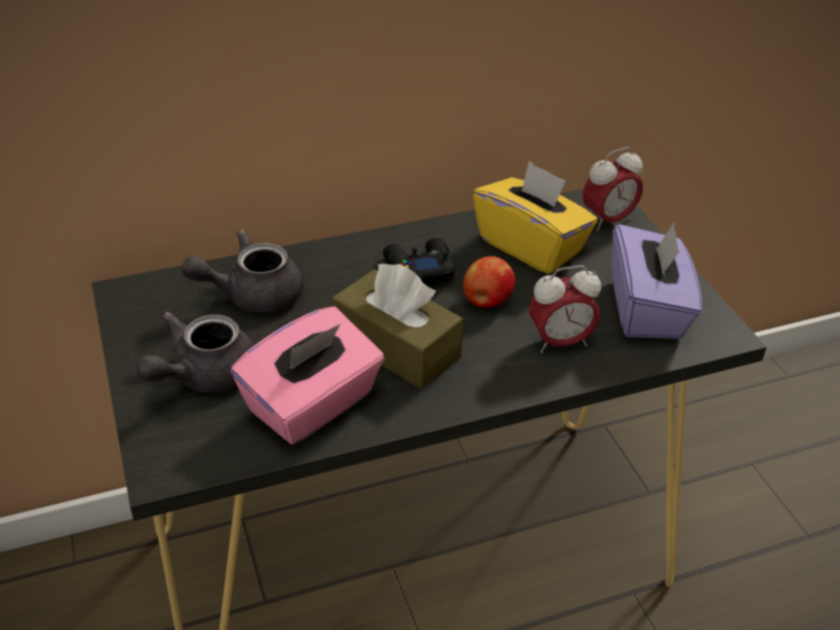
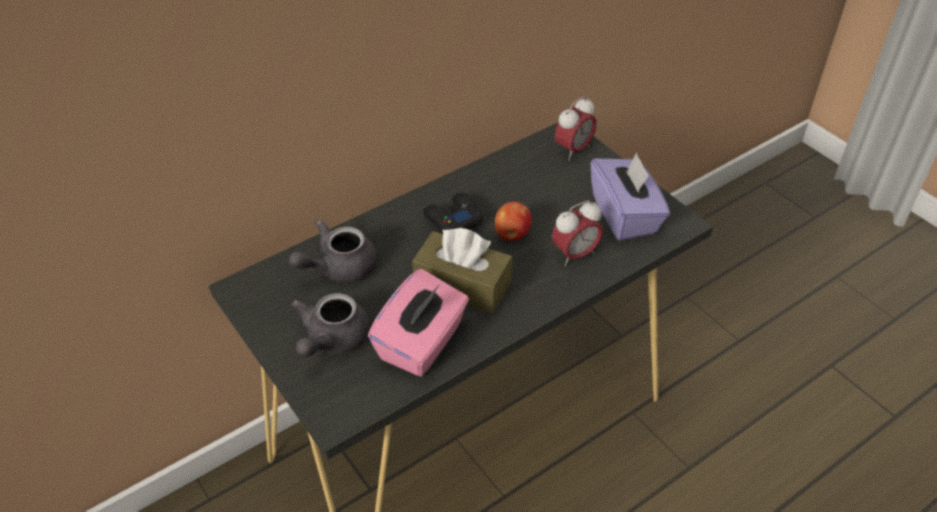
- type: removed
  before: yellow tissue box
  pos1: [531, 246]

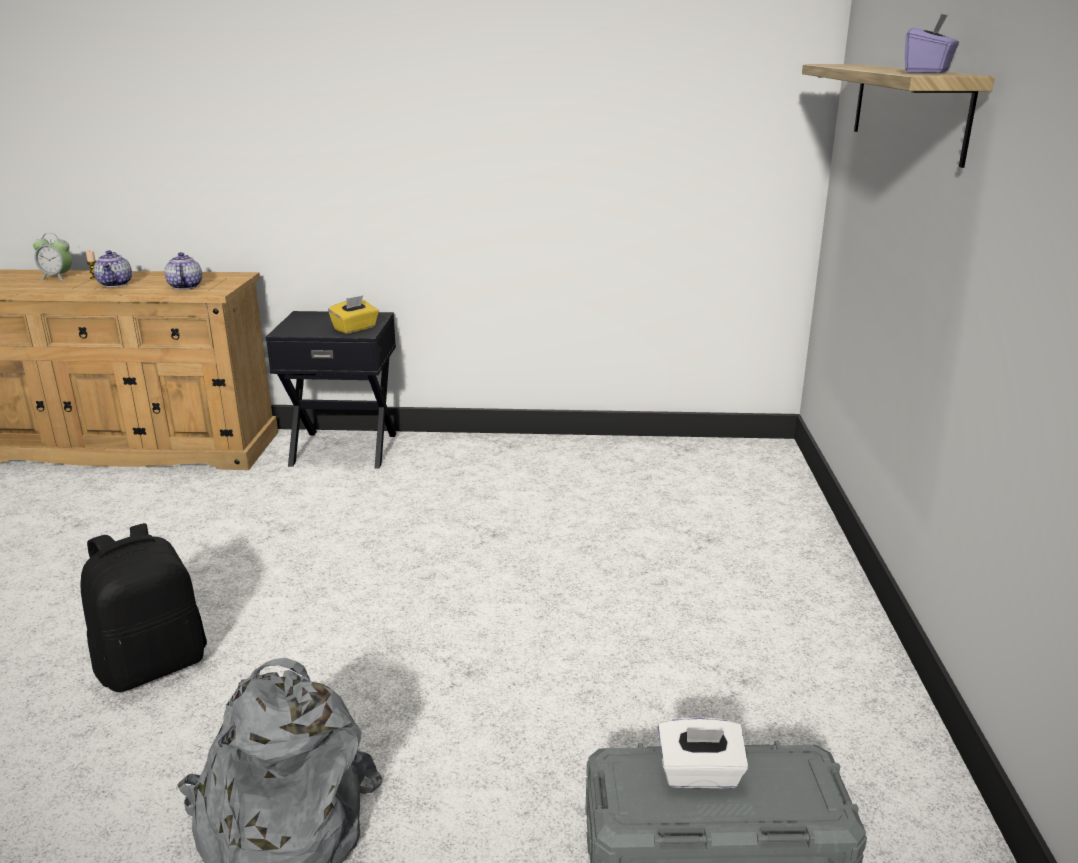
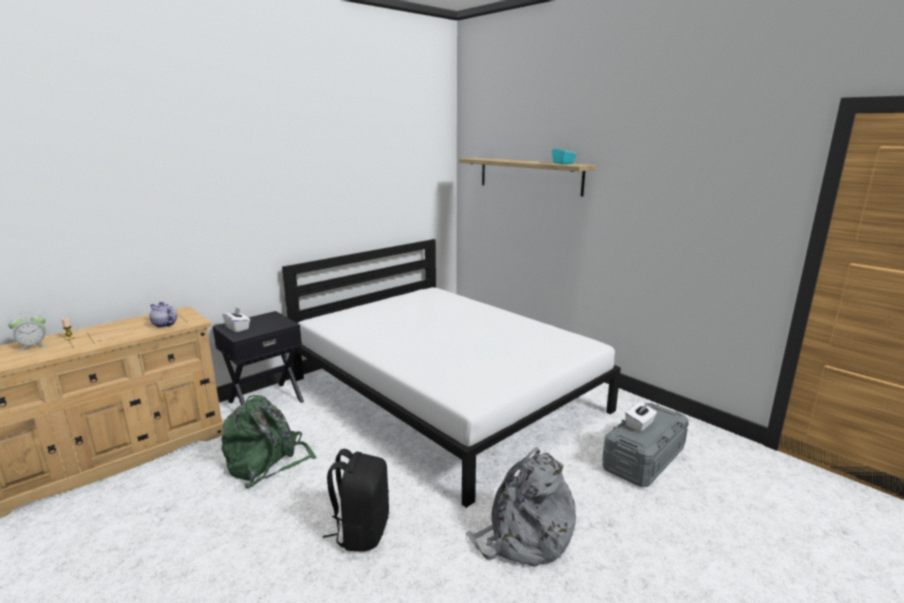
- type: added
  after: green backpack
  pos2: [267, 463]
- type: added
  after: white tissue box
  pos2: [238, 328]
- type: added
  after: white bed
  pos2: [445, 394]
- type: recoloured
  before: purple tissue box
  after: turquoise tissue box
  pos1: [927, 72]
  pos2: [563, 163]
- type: removed
  before: teapot
  pos1: [116, 284]
- type: removed
  before: yellow tissue box
  pos1: [355, 328]

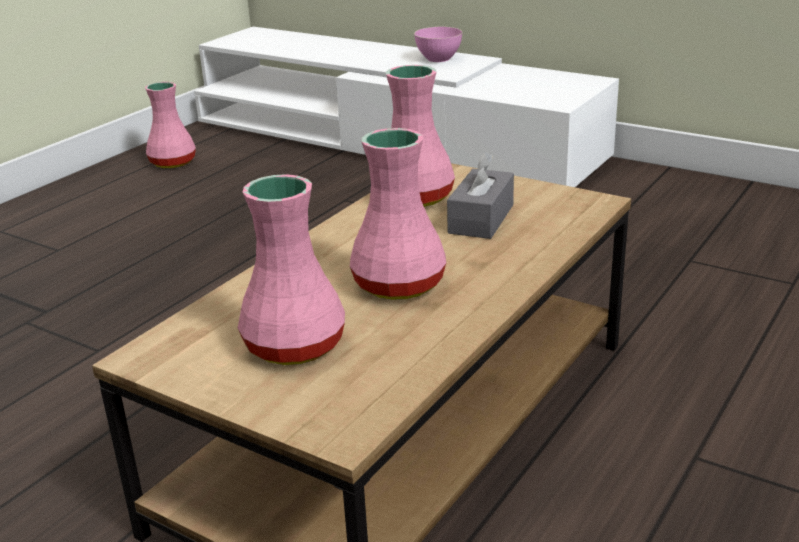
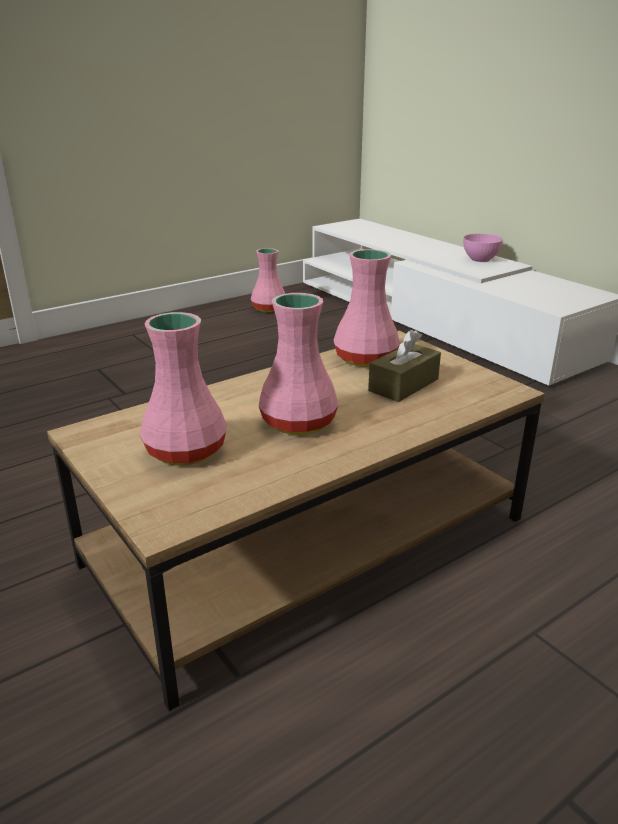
- type: recoloured
  before: grey tissue box
  after: brown tissue box
  pos1: [481, 219]
  pos2: [403, 385]

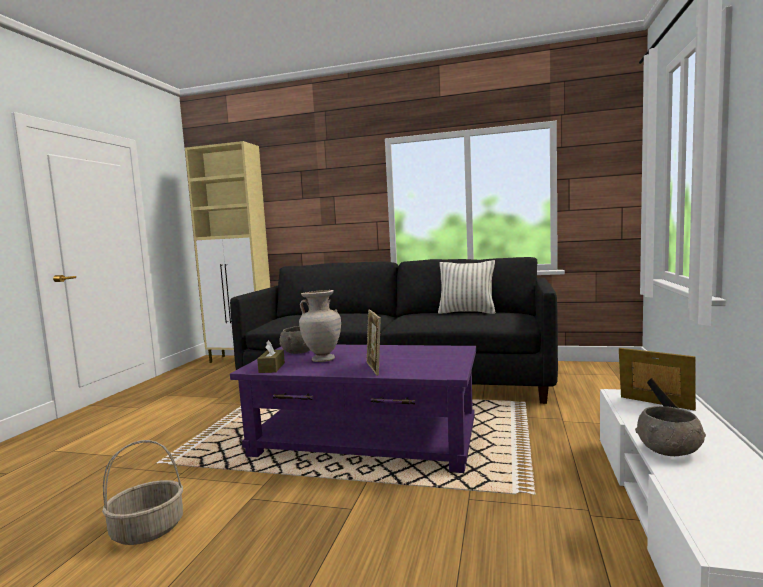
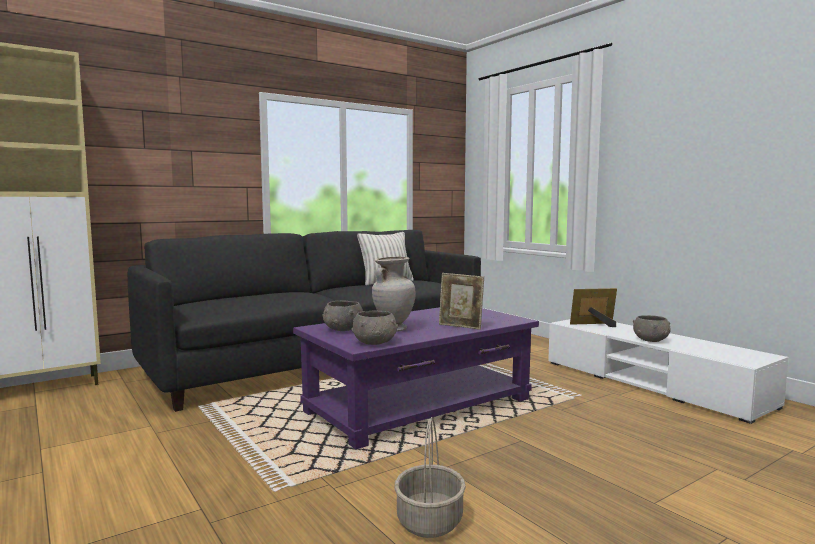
- type: replaced
  before: brown tissue box
  after: grey bowl
  pos1: [272, 368]
  pos2: [375, 342]

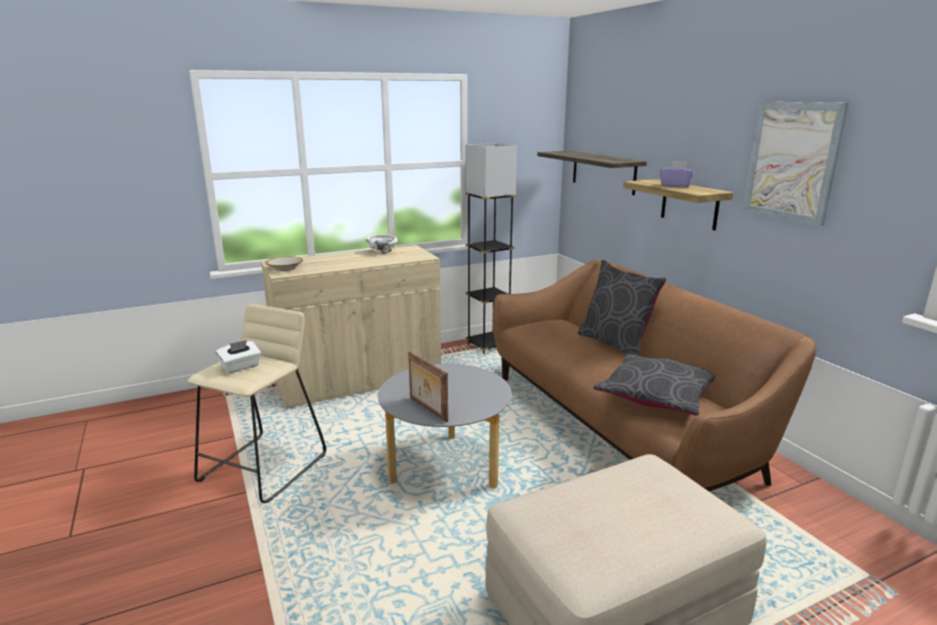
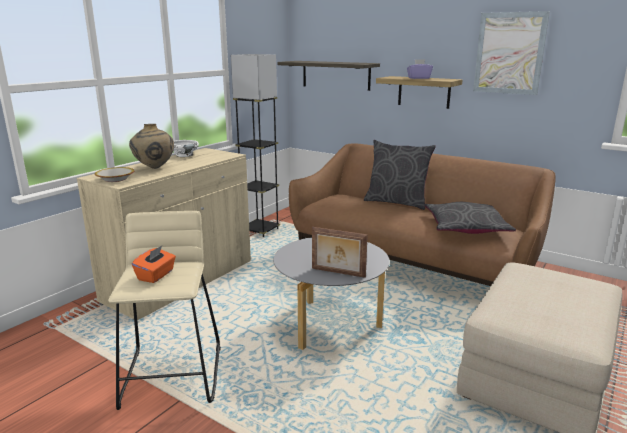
- type: added
  after: beige vase
  pos2: [154, 168]
- type: recoloured
  before: white tissue box
  after: orange tissue box
  pos1: [240, 367]
  pos2: [156, 275]

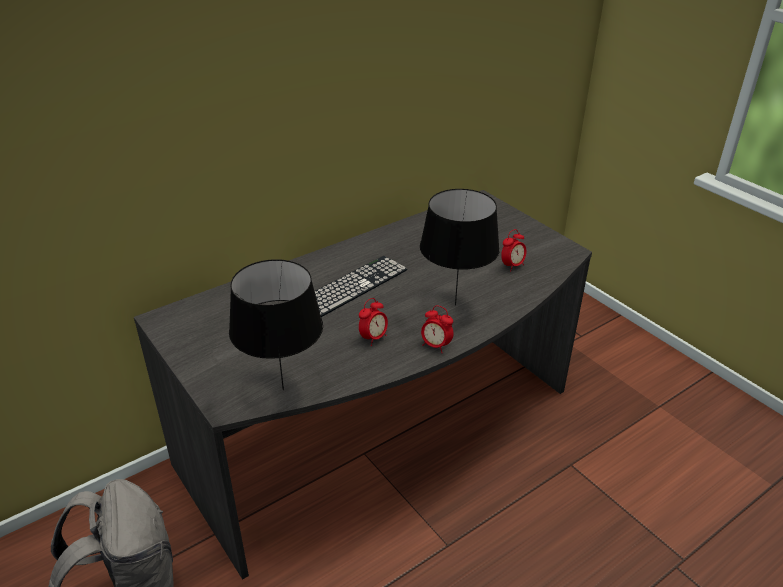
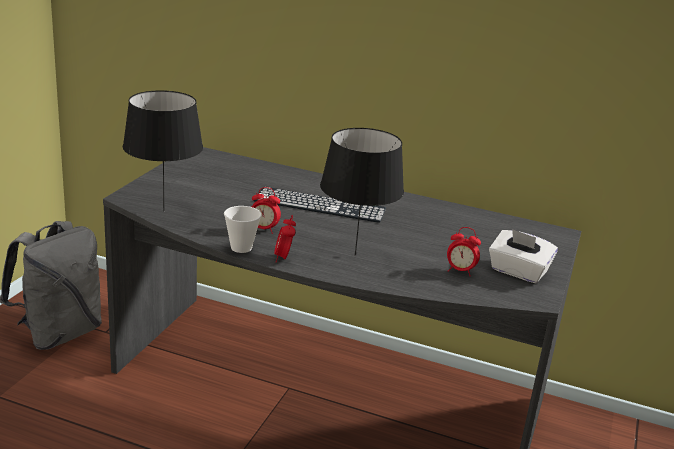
- type: added
  after: cup
  pos2: [241, 247]
- type: added
  after: white tissue box
  pos2: [518, 272]

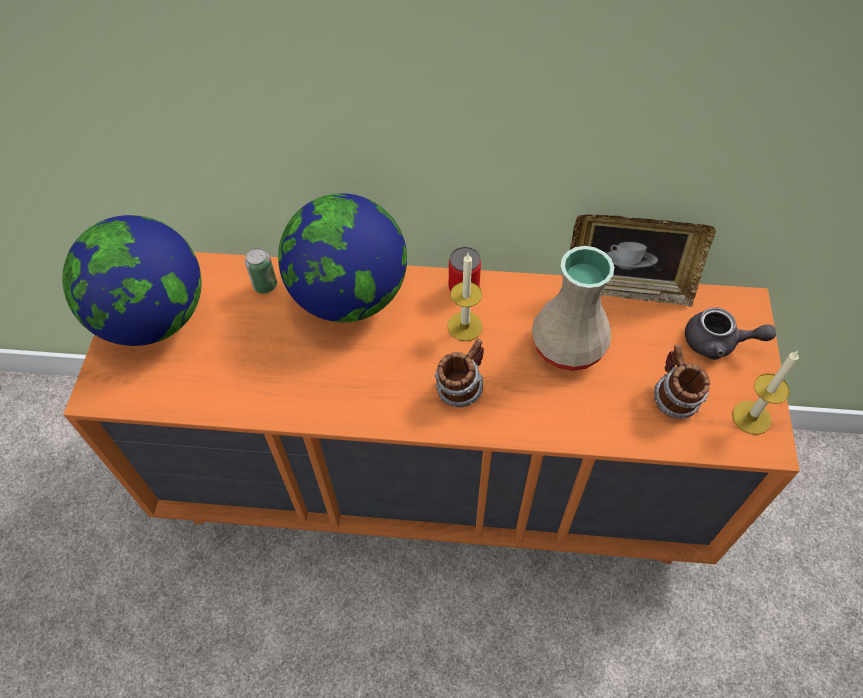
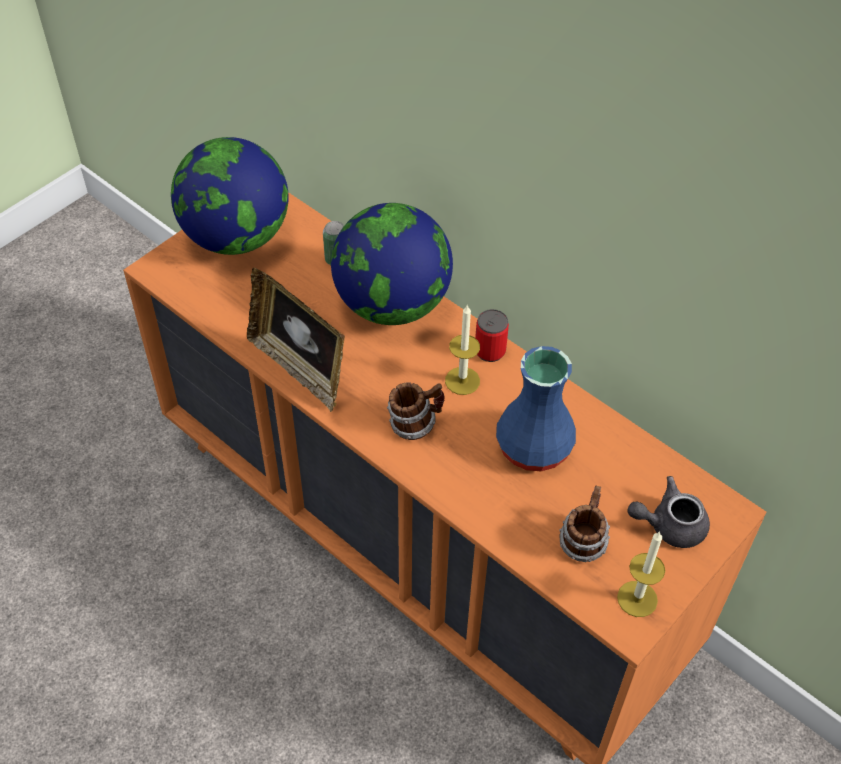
- type: moved
  before: picture frame
  pos1: [626, 289]
  pos2: [299, 368]
- type: recoloured
  before: beige vase
  after: blue vase
  pos1: [568, 347]
  pos2: [532, 447]
- type: turned
  before: grey teapot
  pos1: [718, 343]
  pos2: [669, 525]
  turn: 120

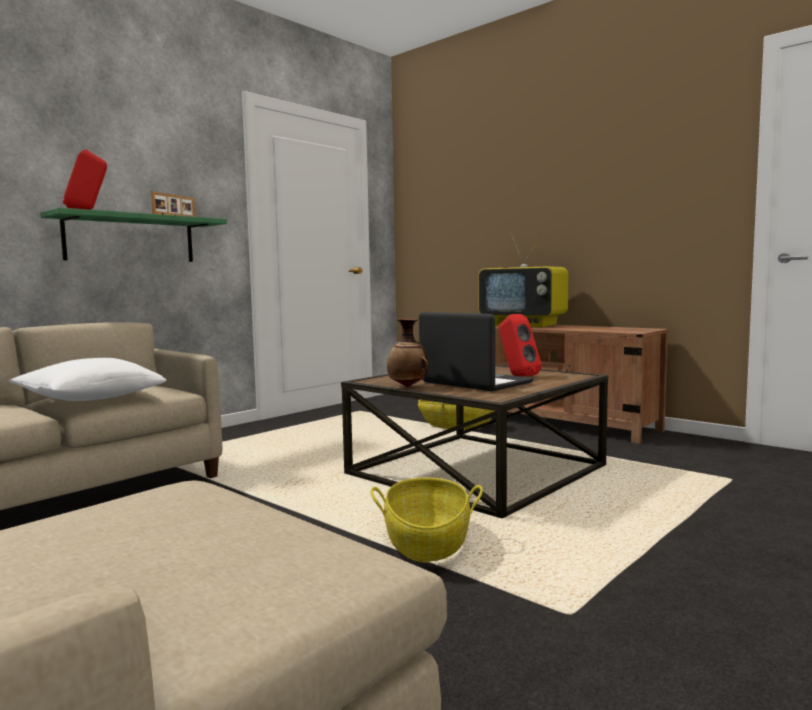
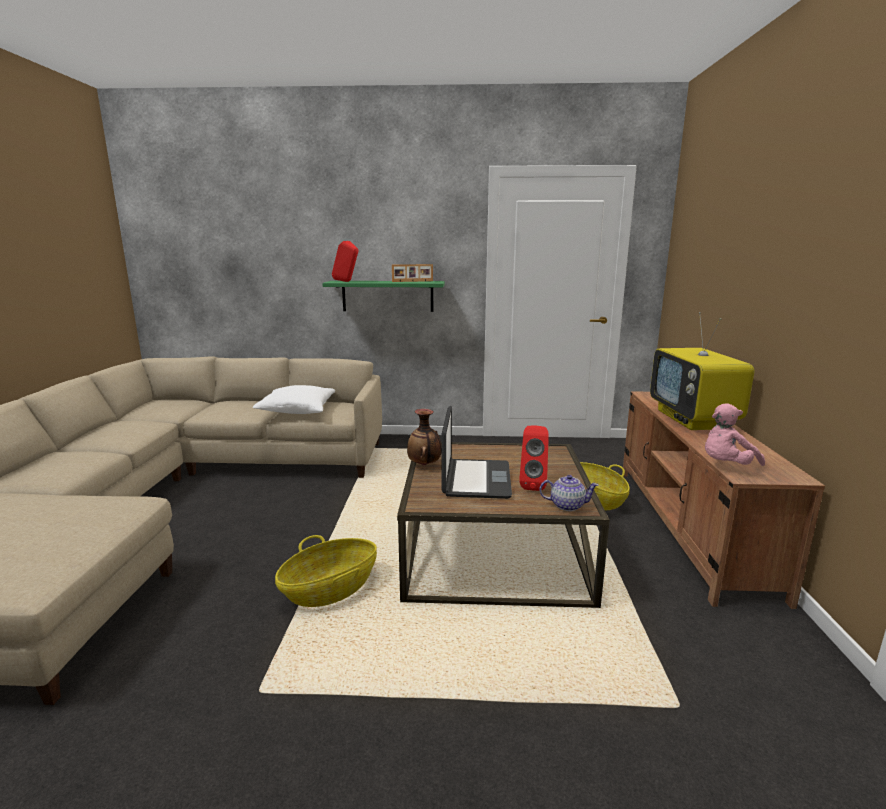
- type: added
  after: teapot
  pos2: [566, 505]
- type: added
  after: pink plush toy
  pos2: [726, 465]

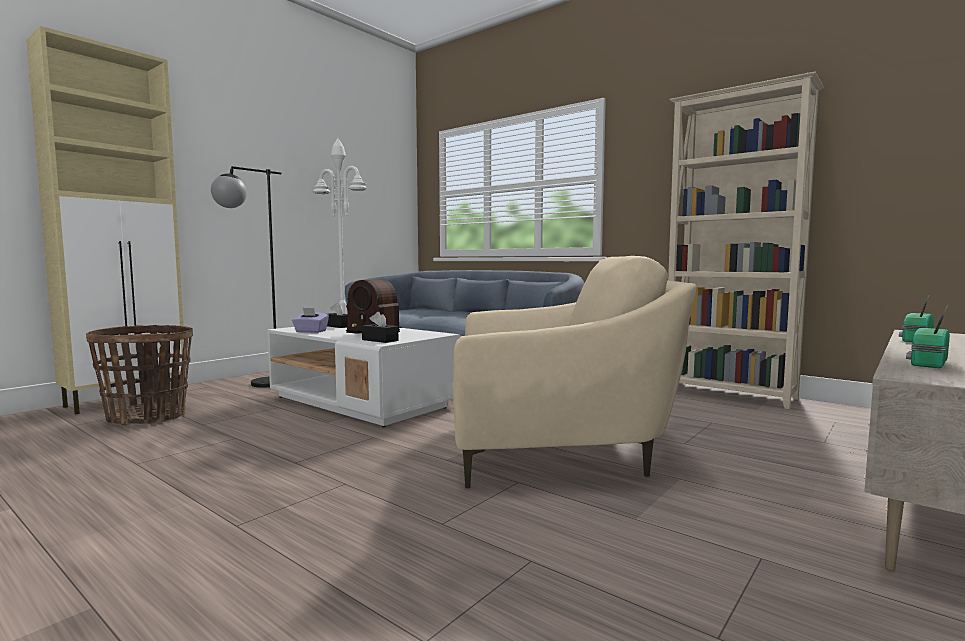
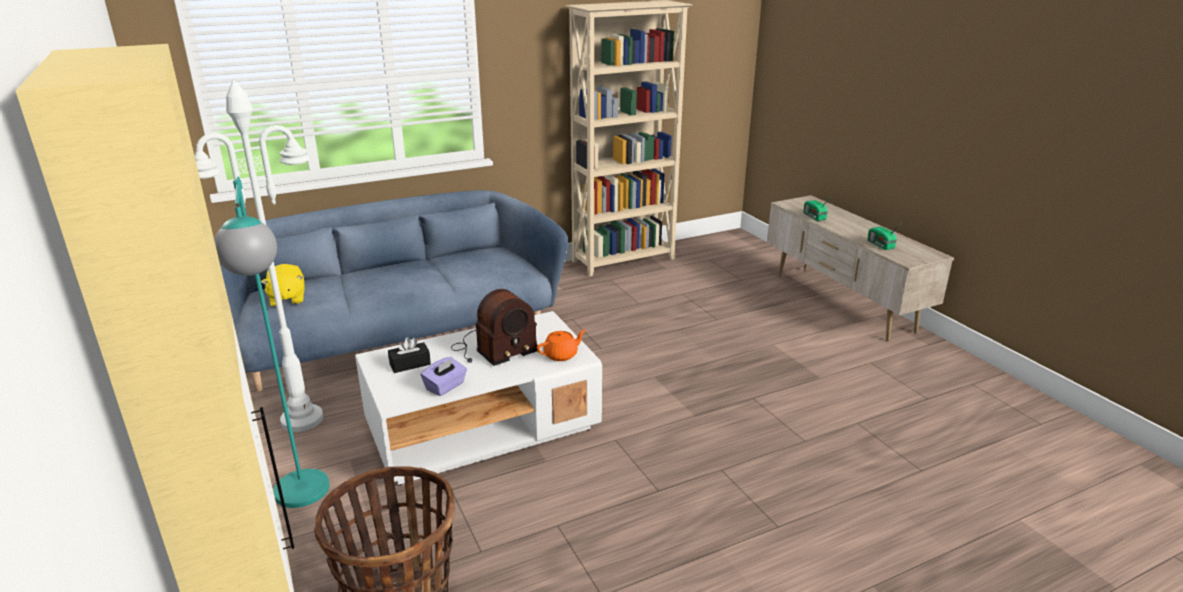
- type: recoloured
  before: black floor lamp
  after: turquoise floor lamp
  pos1: [257, 385]
  pos2: [303, 502]
- type: added
  after: yellow plush toy
  pos2: [287, 299]
- type: replaced
  before: black tissue box
  after: orange teapot
  pos1: [380, 340]
  pos2: [561, 355]
- type: removed
  before: beige armchair
  pos1: [558, 449]

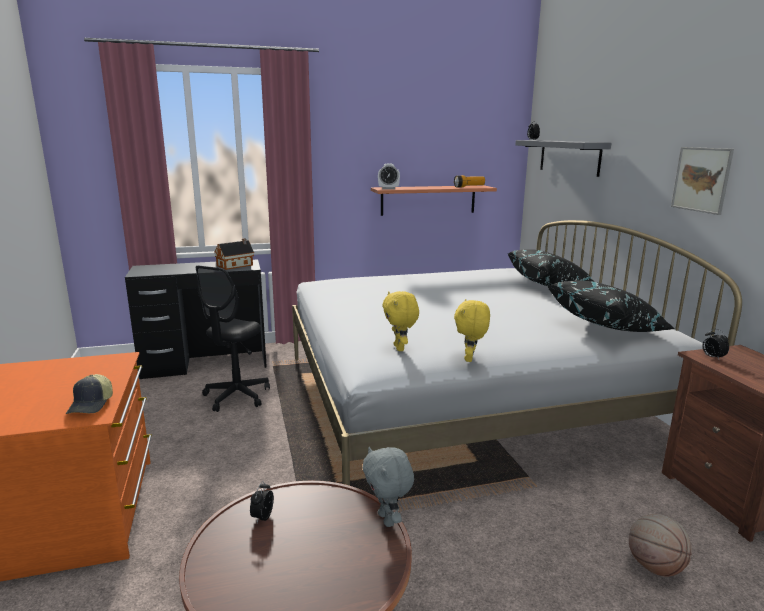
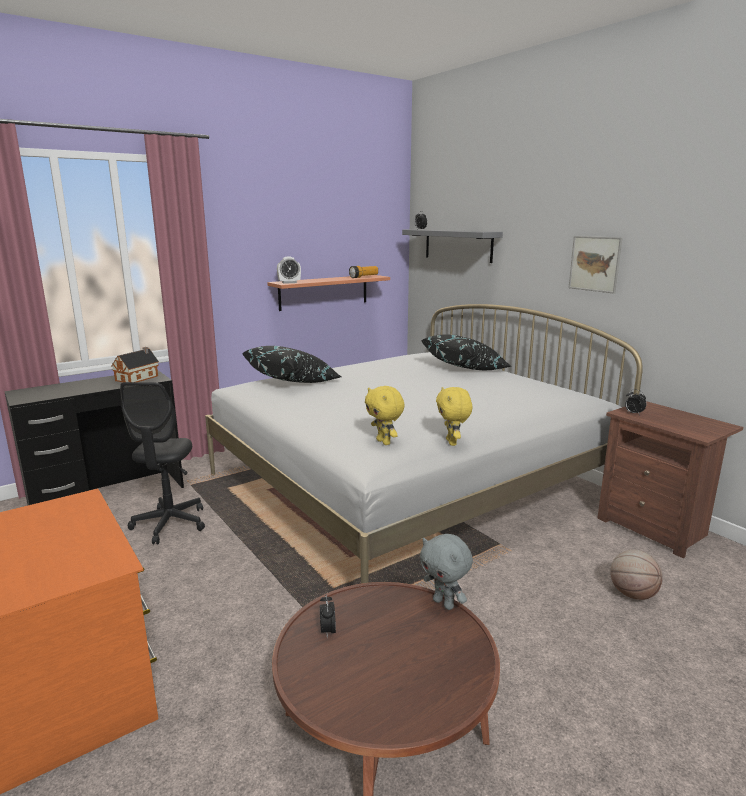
- type: moved
  before: black pillow
  pos1: [607, 327]
  pos2: [293, 382]
- type: removed
  before: cap
  pos1: [92, 404]

